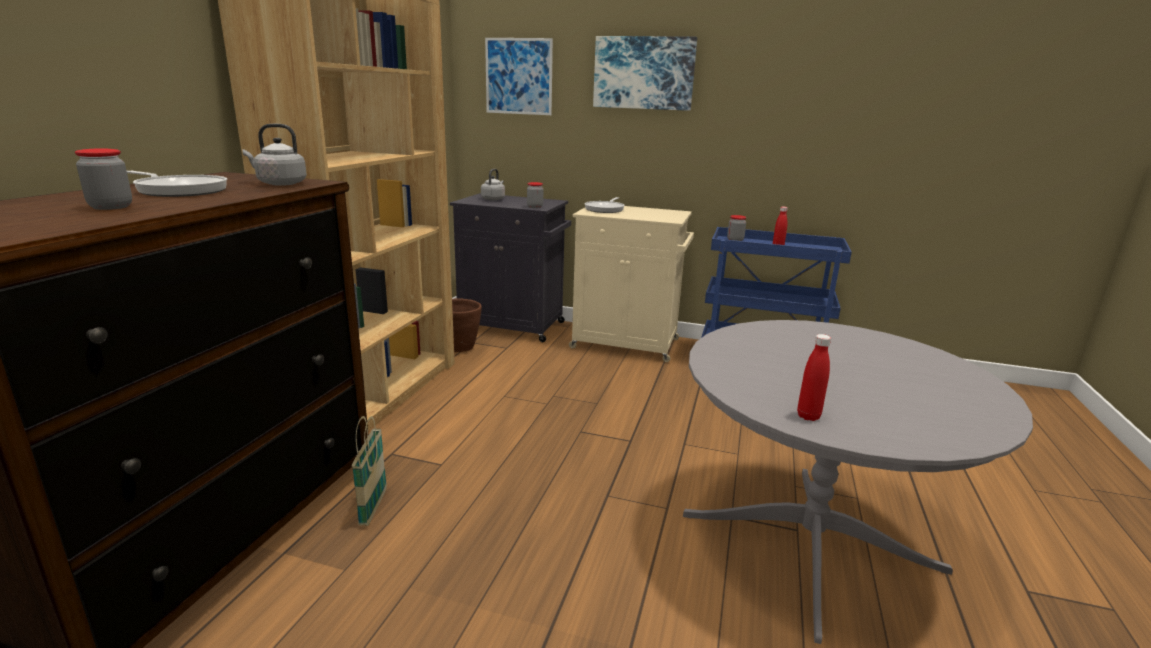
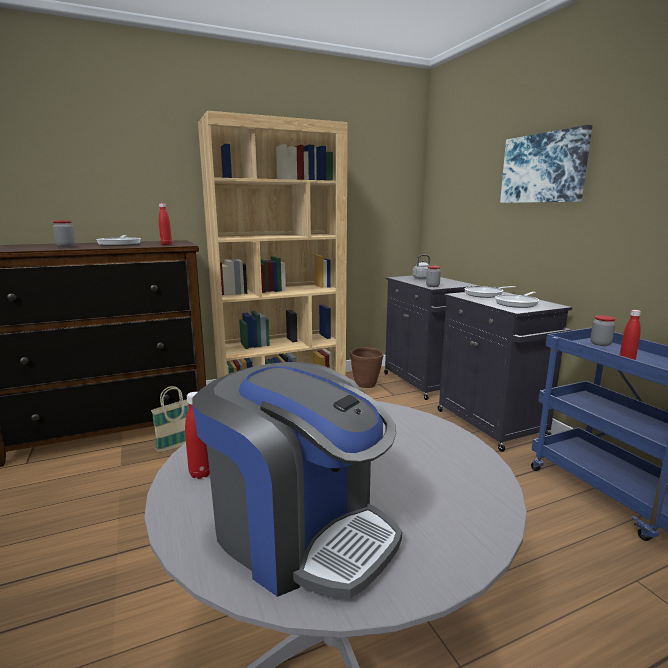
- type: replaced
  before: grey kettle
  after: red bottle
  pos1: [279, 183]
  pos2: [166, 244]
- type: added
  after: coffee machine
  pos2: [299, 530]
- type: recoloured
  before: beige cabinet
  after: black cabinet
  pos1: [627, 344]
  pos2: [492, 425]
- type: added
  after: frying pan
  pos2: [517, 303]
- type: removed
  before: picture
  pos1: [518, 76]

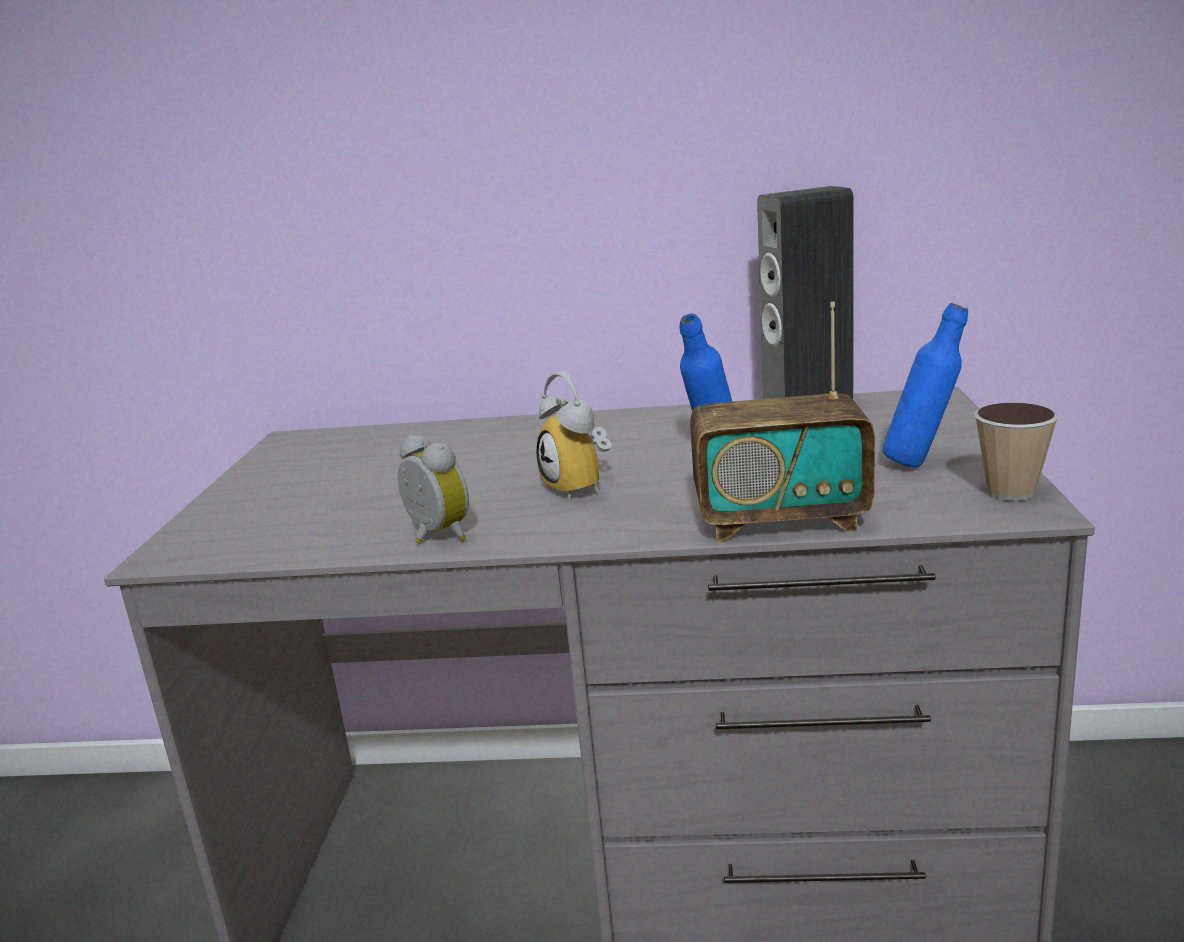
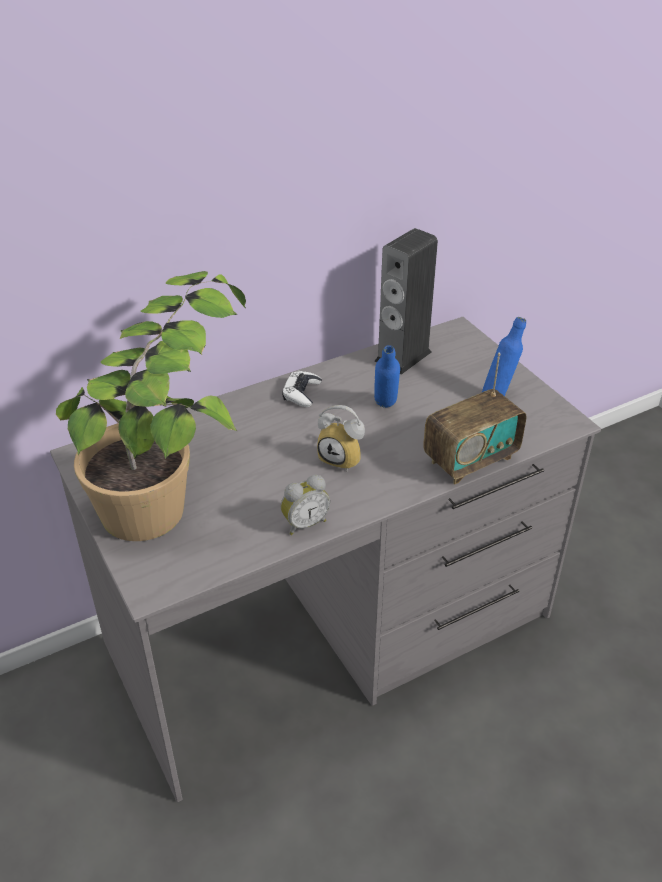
- type: added
  after: potted plant
  pos2: [175, 487]
- type: turned
  before: alarm clock
  pos1: [435, 537]
  pos2: [304, 523]
  turn: 135
- type: added
  after: white game controller
  pos2: [301, 393]
- type: removed
  before: cup
  pos1: [1010, 492]

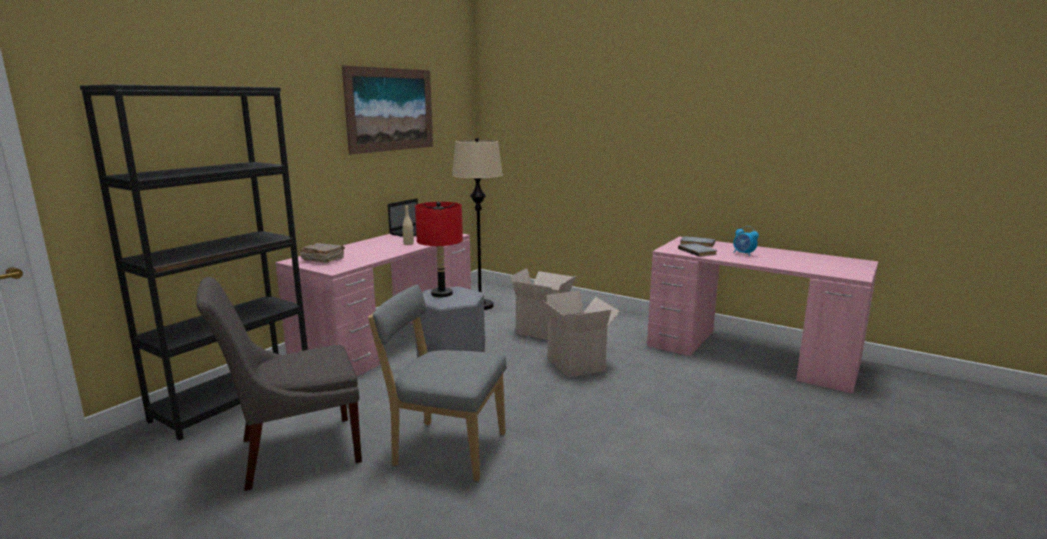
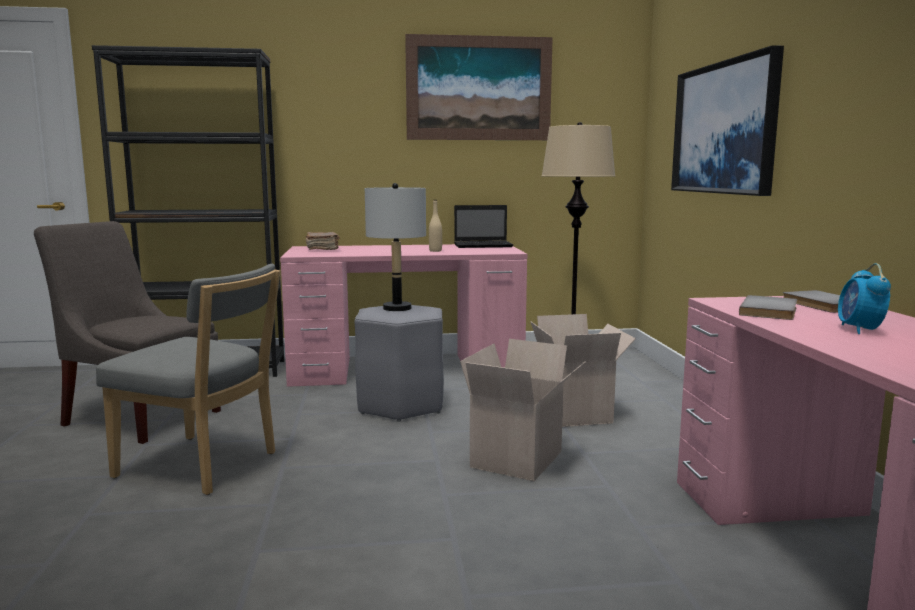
- type: turned
  before: grey chair
  pos1: [445, 448]
  pos2: [203, 466]
  turn: 135
- type: recoloured
  before: red table lamp
  after: grey table lamp
  pos1: [442, 294]
  pos2: [397, 308]
- type: added
  after: picture
  pos2: [724, 128]

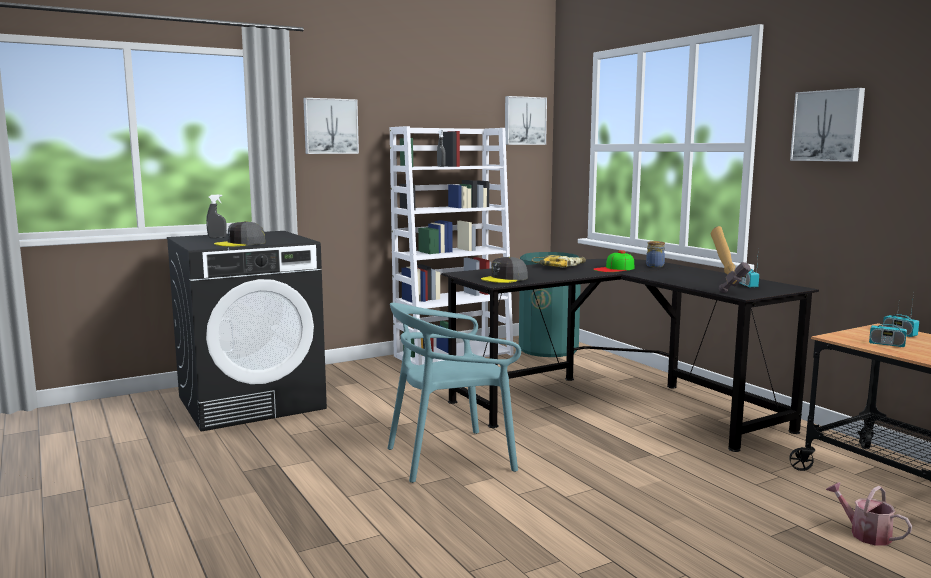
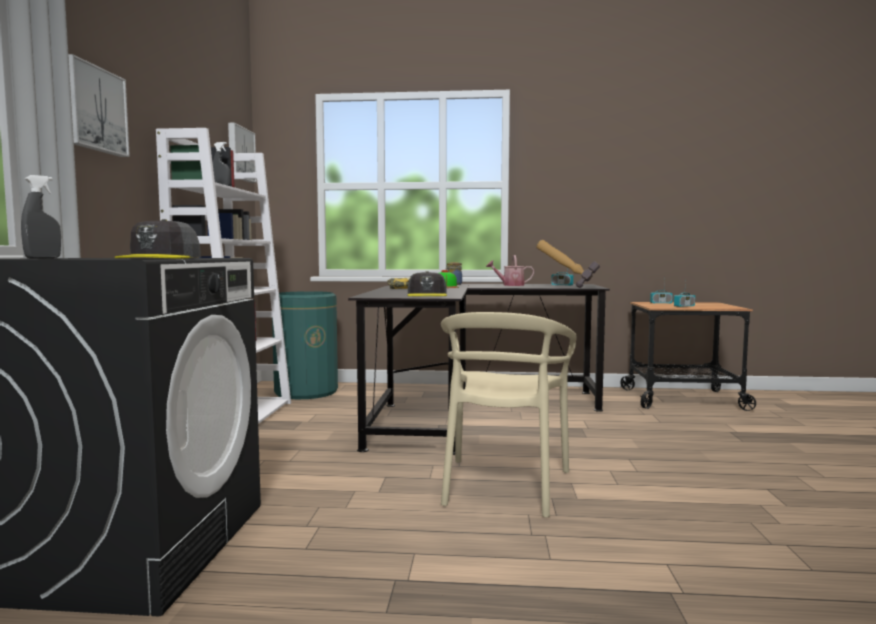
- type: recoloured
  before: turquoise chair
  after: beige chair
  pos1: [450, 457]
  pos2: [503, 486]
- type: moved
  before: watering can
  pos1: [865, 534]
  pos2: [510, 285]
- type: removed
  before: picture
  pos1: [828, 126]

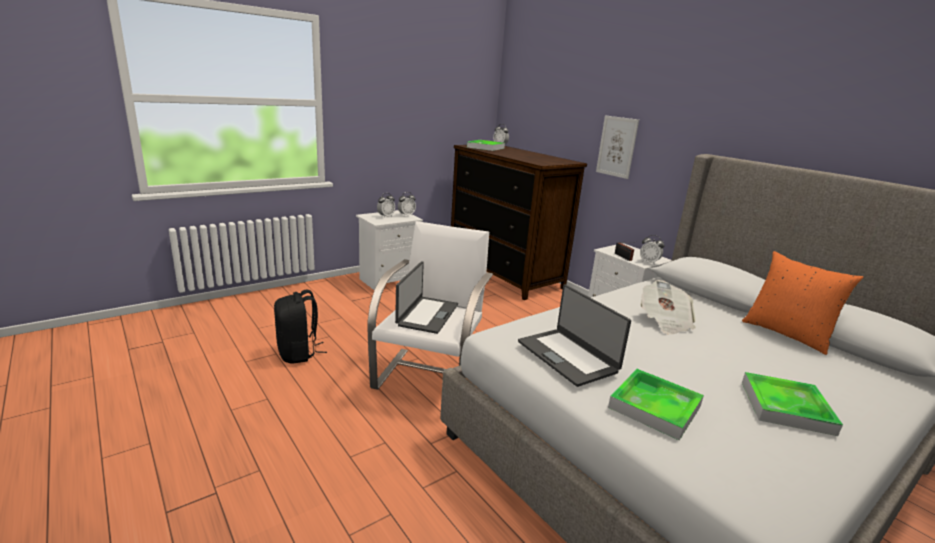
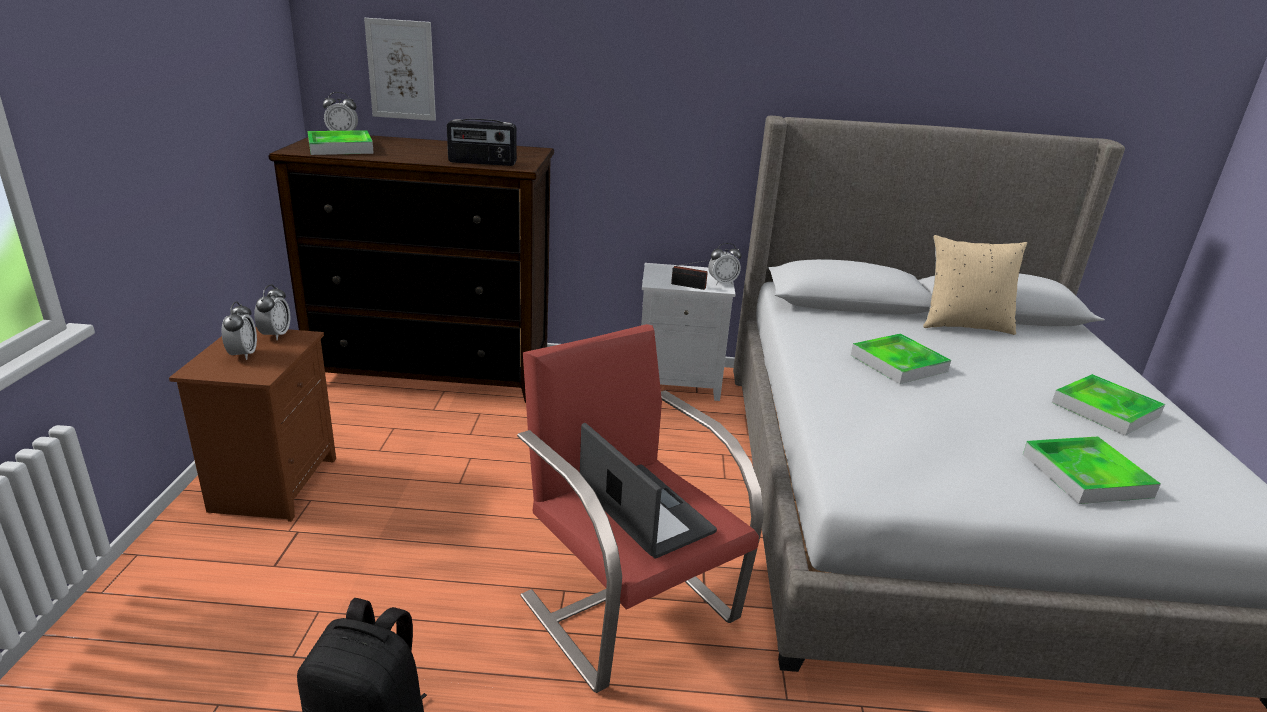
- type: recoloured
  before: white nightstand
  after: brown nightstand
  pos1: [389, 281]
  pos2: [273, 483]
- type: moved
  before: picture
  pos1: [617, 146]
  pos2: [401, 70]
- type: added
  after: radio
  pos2: [482, 163]
- type: recoloured
  before: white armchair
  after: red armchair
  pos1: [430, 376]
  pos2: [627, 606]
- type: replaced
  before: newspaper
  after: tray
  pos1: [665, 321]
  pos2: [898, 363]
- type: recoloured
  before: orange pillow
  after: beige pillow
  pos1: [787, 334]
  pos2: [964, 325]
- type: removed
  before: laptop
  pos1: [568, 356]

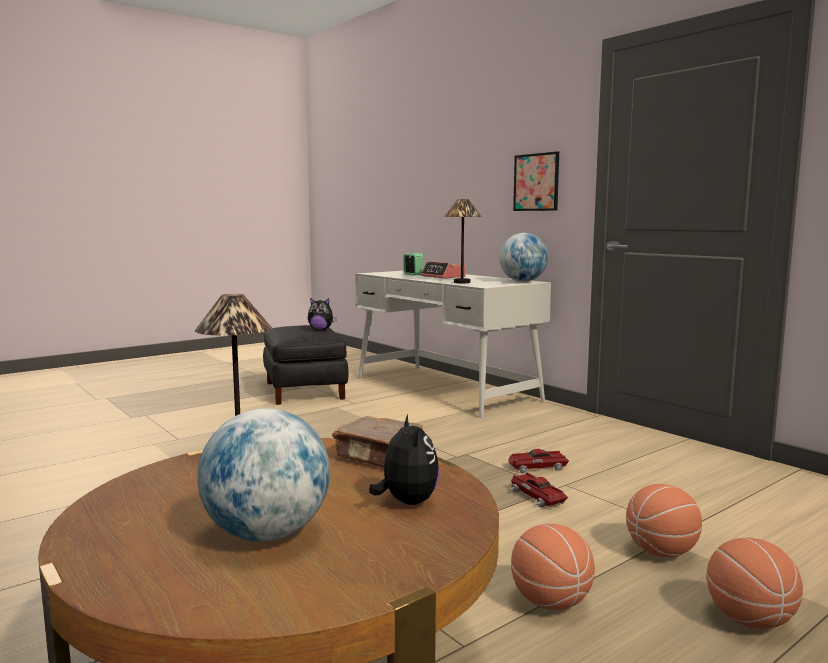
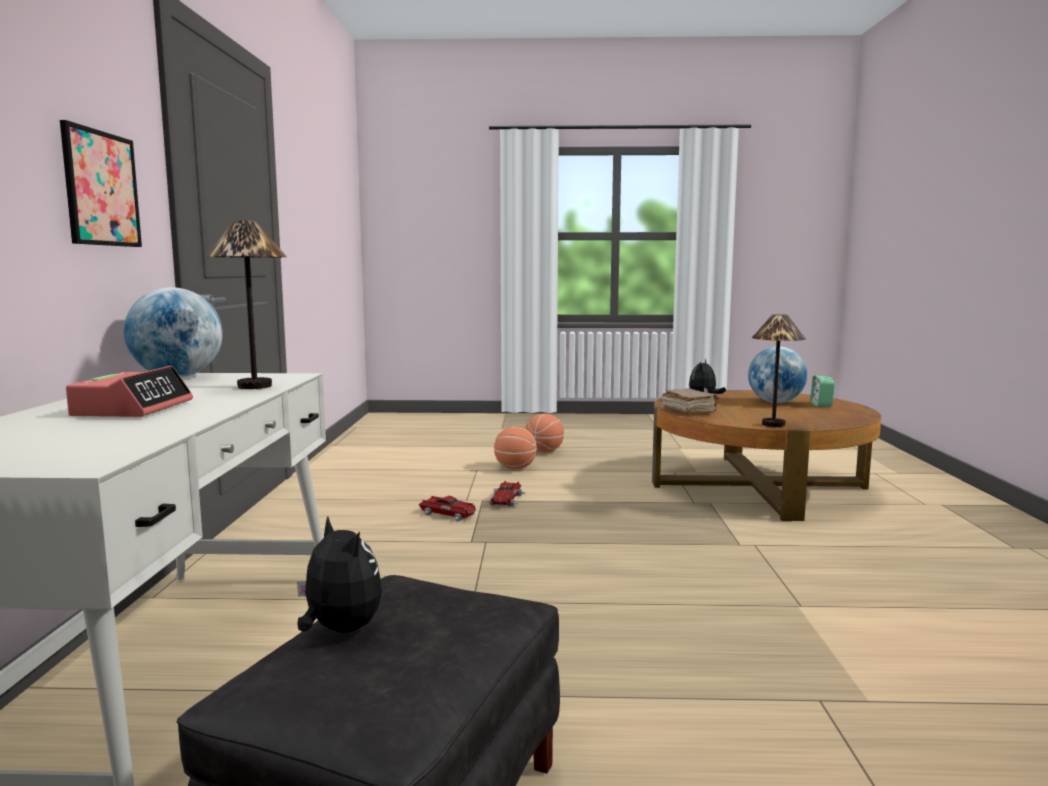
- type: moved
  before: alarm clock
  pos1: [413, 274]
  pos2: [821, 405]
- type: removed
  before: basketball
  pos1: [551, 602]

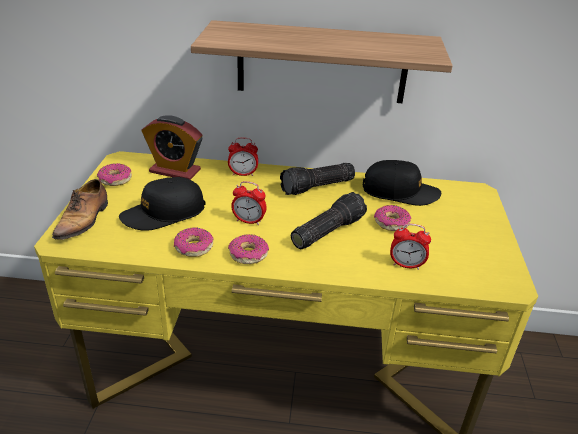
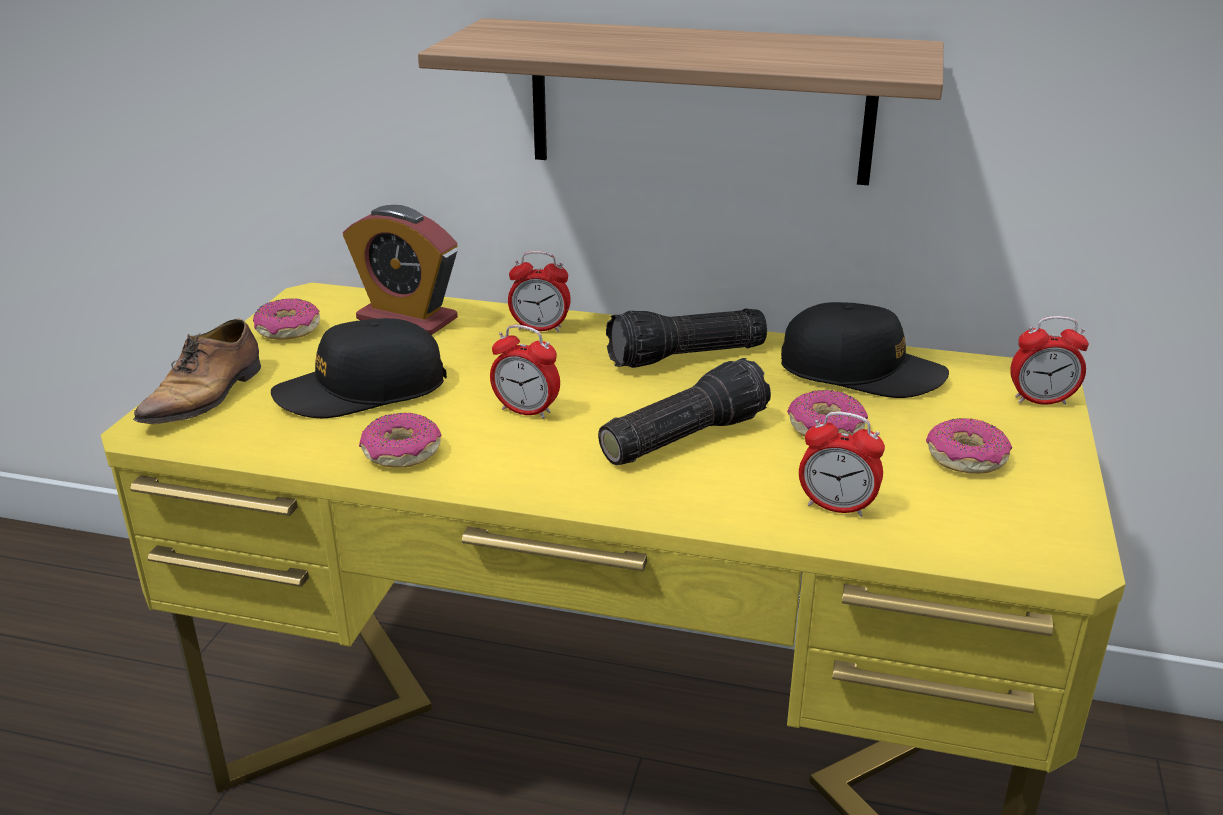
- type: moved
  before: donut
  pos1: [248, 254]
  pos2: [966, 458]
- type: added
  after: alarm clock
  pos2: [1041, 401]

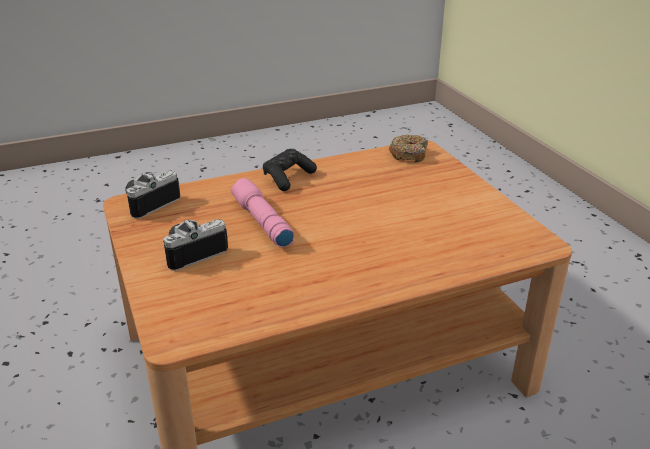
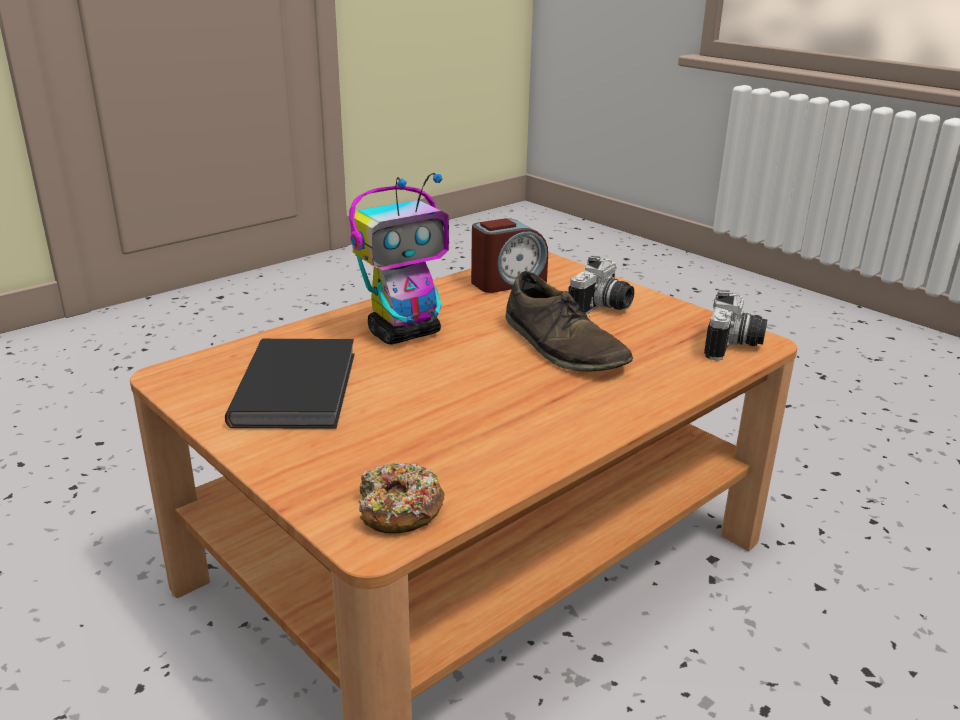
- type: added
  after: black book
  pos2: [300, 387]
- type: added
  after: toy robot
  pos2: [405, 333]
- type: added
  after: alarm clock
  pos2: [507, 282]
- type: replaced
  before: pink flashlight
  after: brown shoe
  pos1: [261, 222]
  pos2: [563, 347]
- type: removed
  before: black game controller
  pos1: [288, 178]

